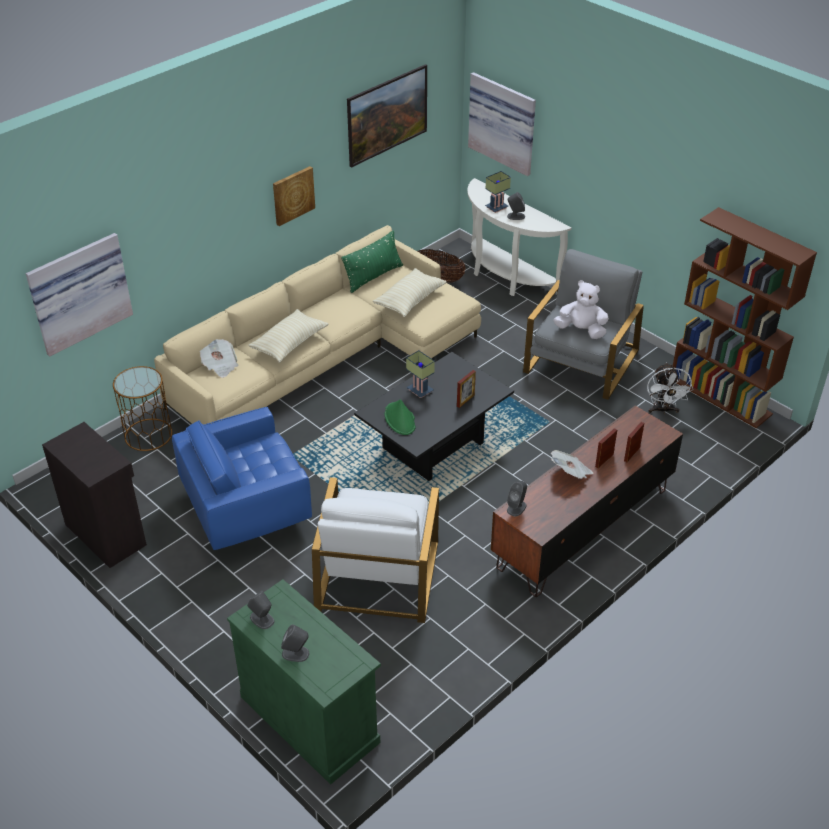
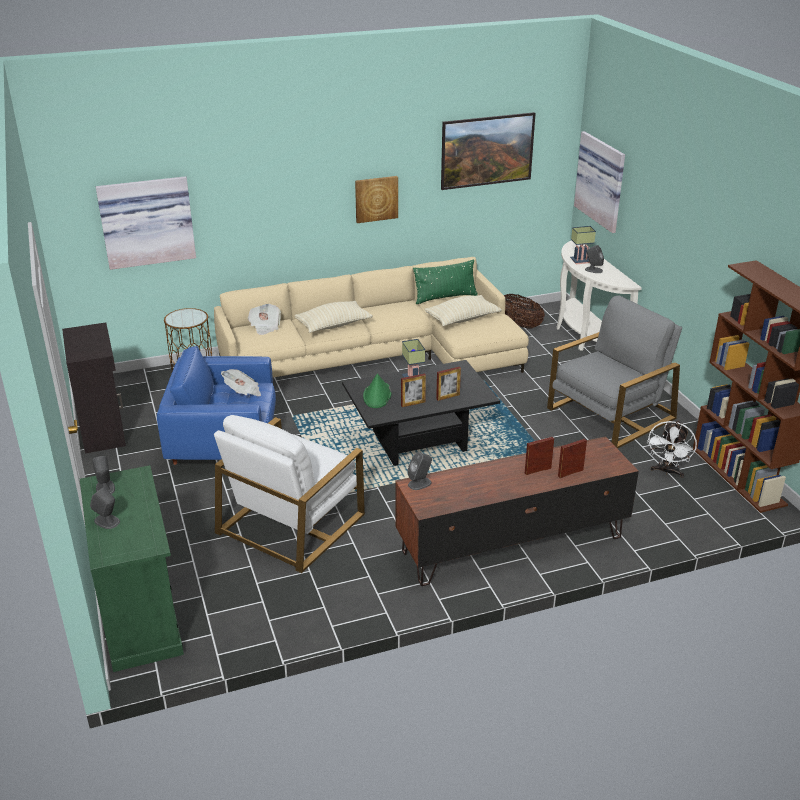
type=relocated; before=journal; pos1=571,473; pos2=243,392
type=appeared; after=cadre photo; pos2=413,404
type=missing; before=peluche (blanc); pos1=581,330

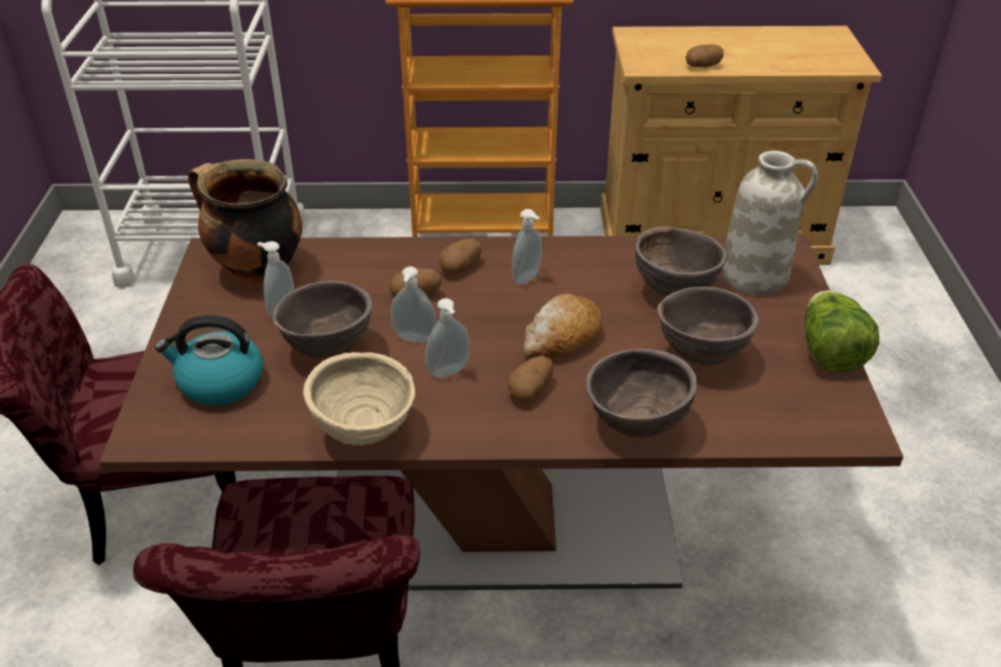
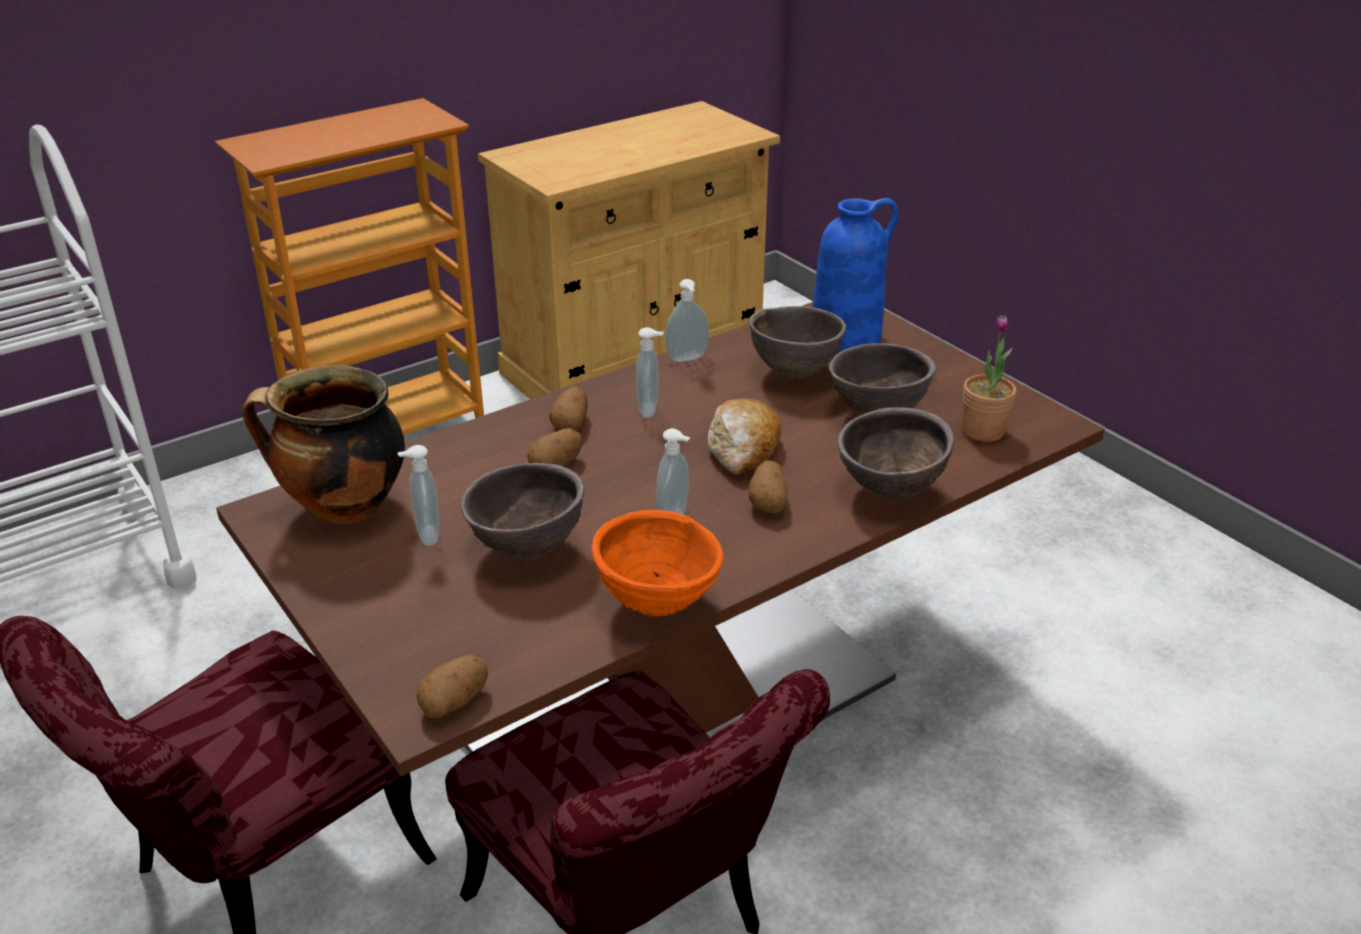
type=relocated; before=pomme de terre; pos1=703,66; pos2=455,701
type=colour; before=bol (beige); after=bol (orange); pos1=364,433; pos2=657,604
type=relocated; before=distributeur de savon; pos1=413,339; pos2=687,359
type=colour; before=vase (blanc); after=vase (bleu); pos1=755,276; pos2=846,336
type=appeared; after=plante en pot; pos2=983,431
type=missing; before=bouilloire; pos1=219,383
type=missing; before=laitue; pos1=829,353

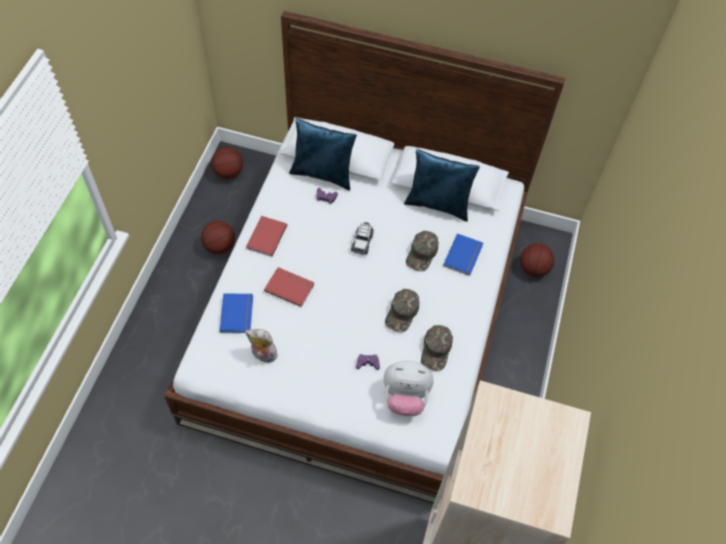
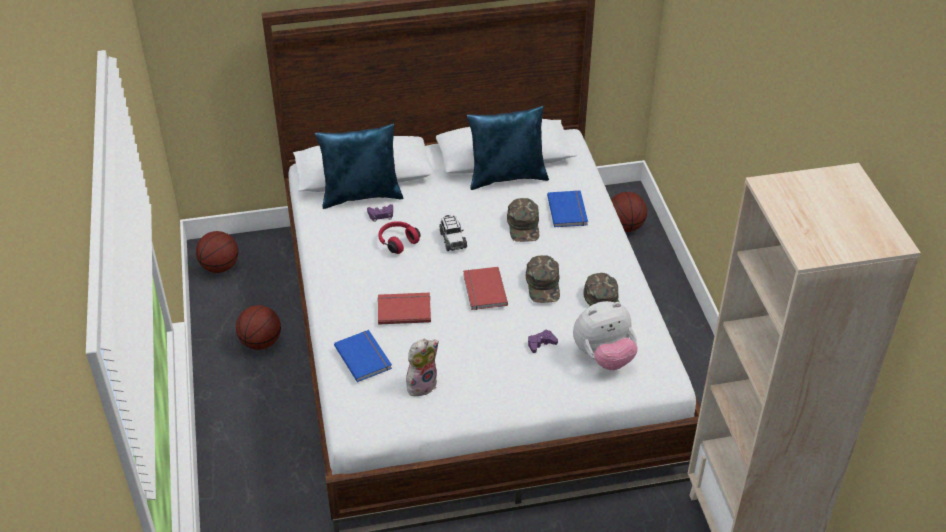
type=appeared; after=casque audio (rouge); pos2=397,242
type=spun; before=peluche; pos1=263,355; pos2=421,384; turn=150
type=relocated; before=livre (rouge); pos1=265,237; pos2=483,290

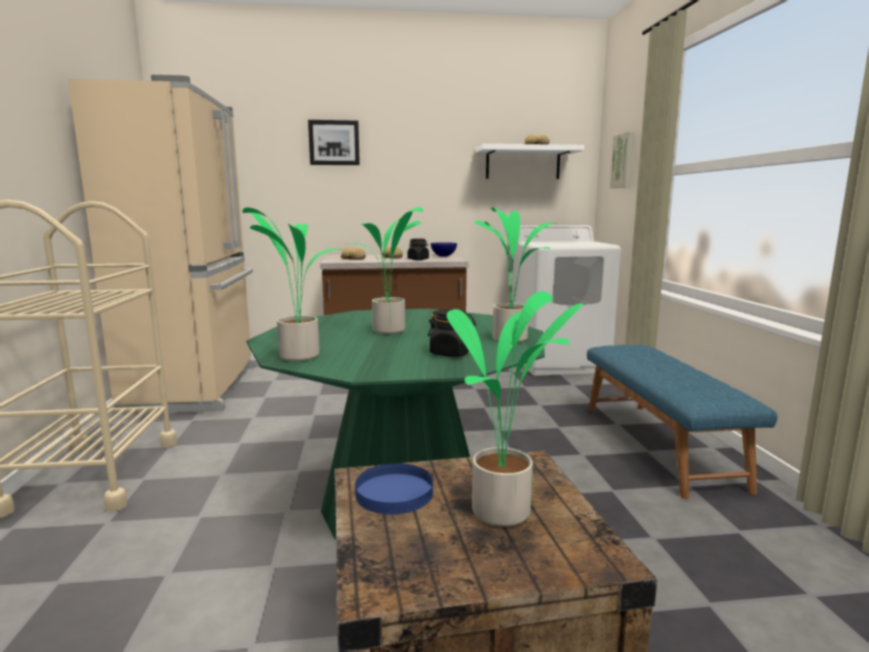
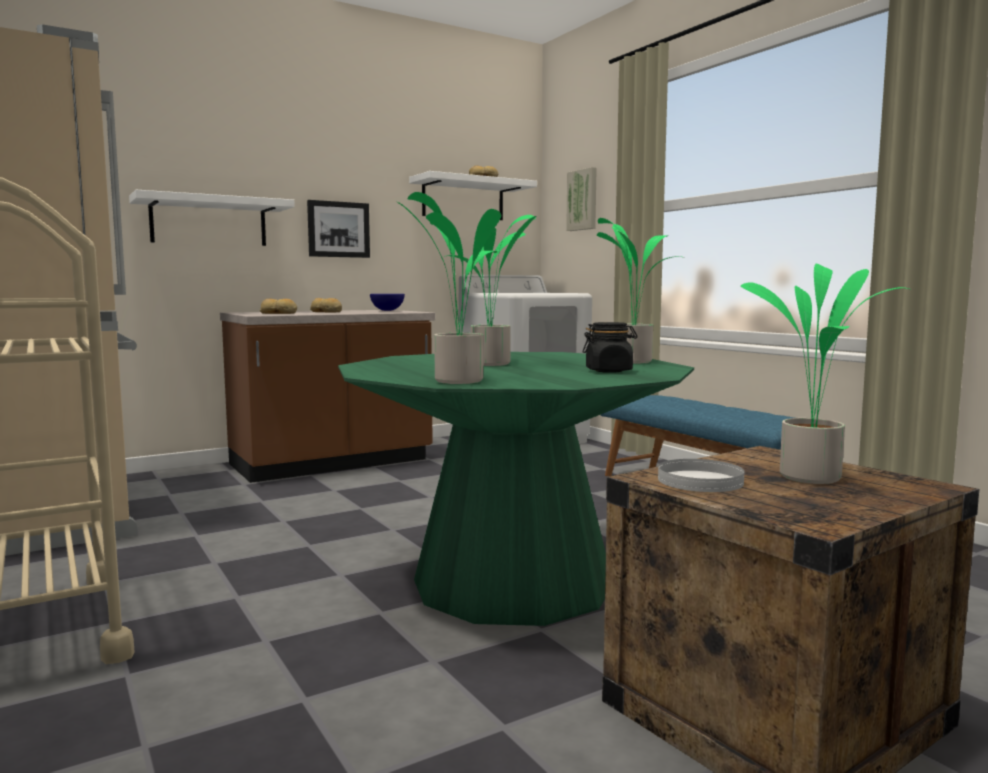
type=appeared; after=étagère (blanc); pos2=209,222
type=relocated; before=tableau; pos1=334,143; pos2=338,229
type=colour; before=assiette (bleu); after=assiette (blanc); pos1=394,493; pos2=700,481
type=missing; before=bocal (noir); pos1=418,259

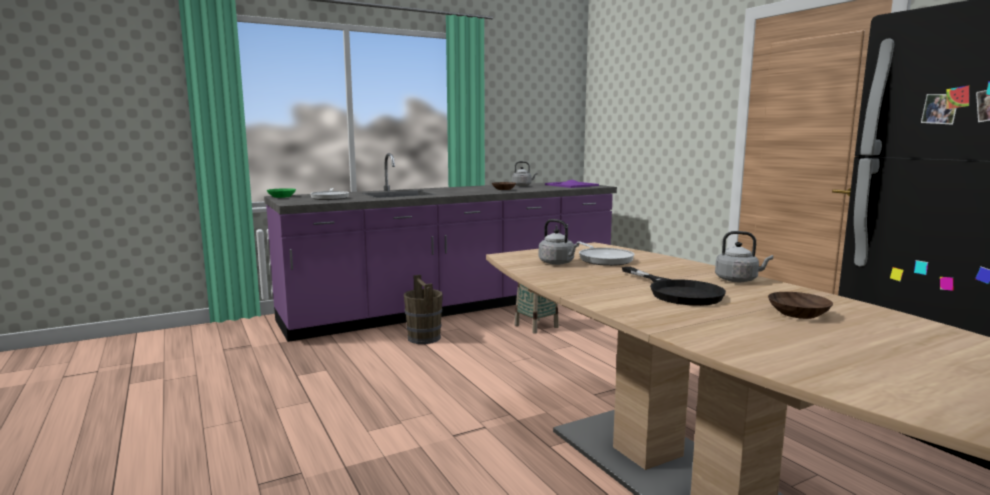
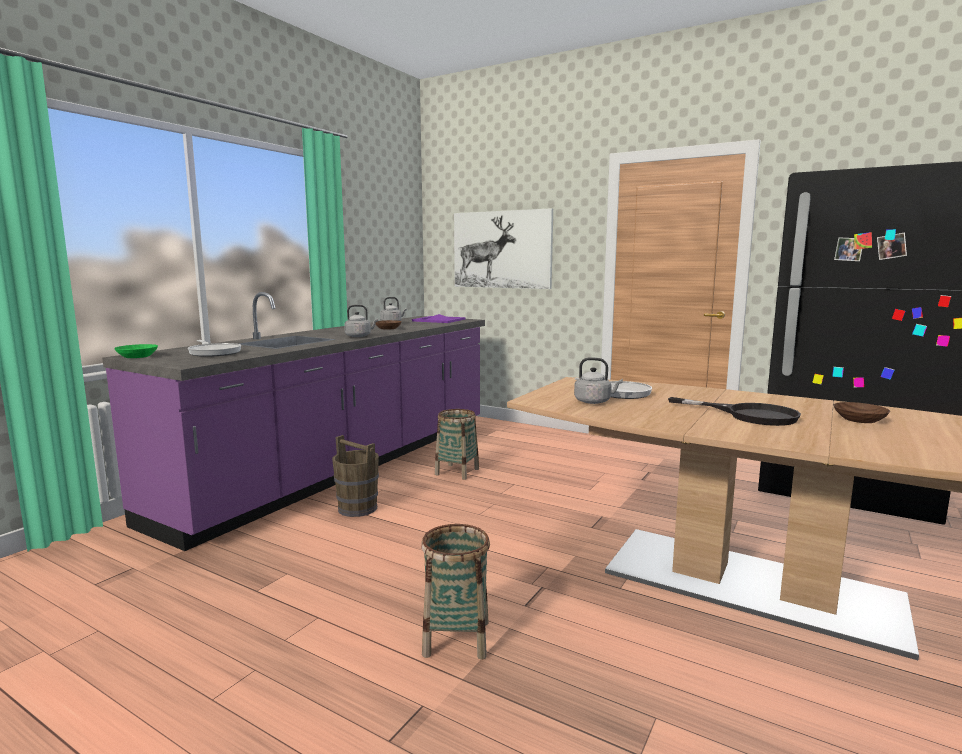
type=relocated; before=bouilloire (gris); pos1=738,280; pos2=359,336
type=appeared; after=panier; pos2=456,638
type=appeared; after=tableau; pos2=502,249

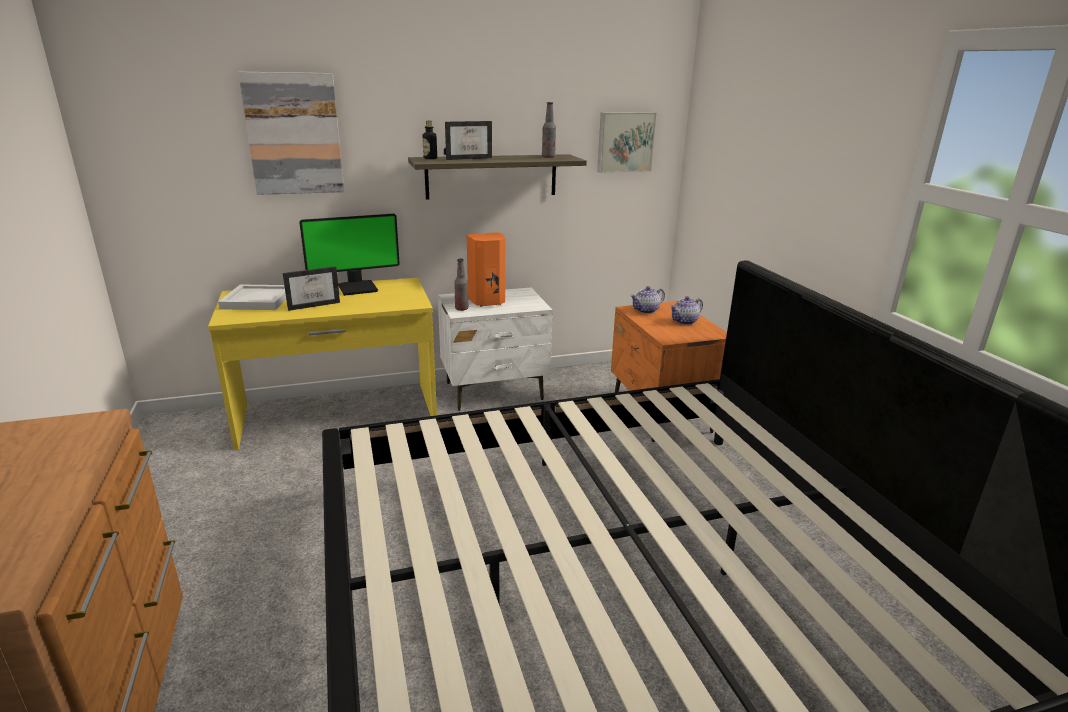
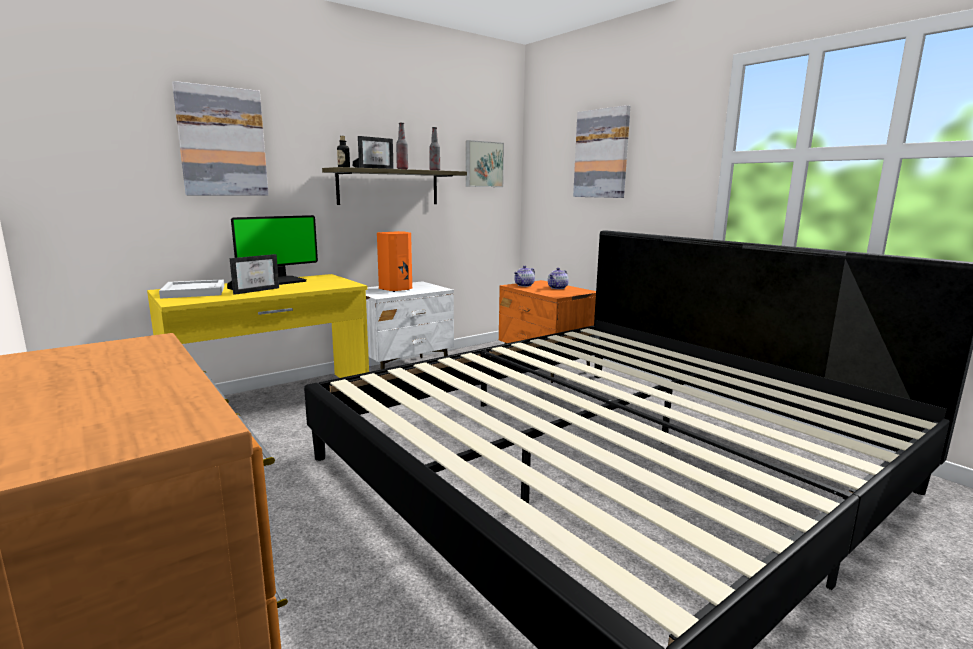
type=relocated; before=bouteille; pos1=461,309; pos2=402,169
type=appeared; after=tableau; pos2=601,154

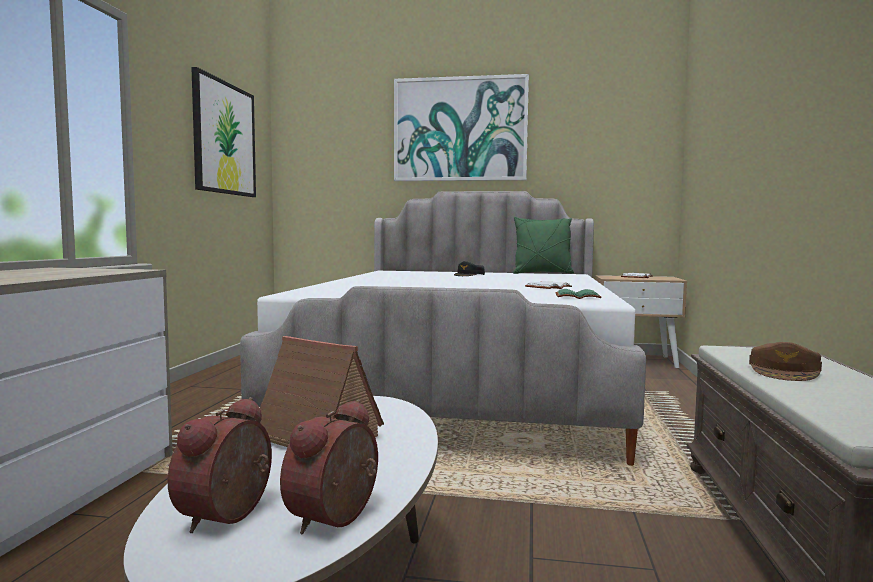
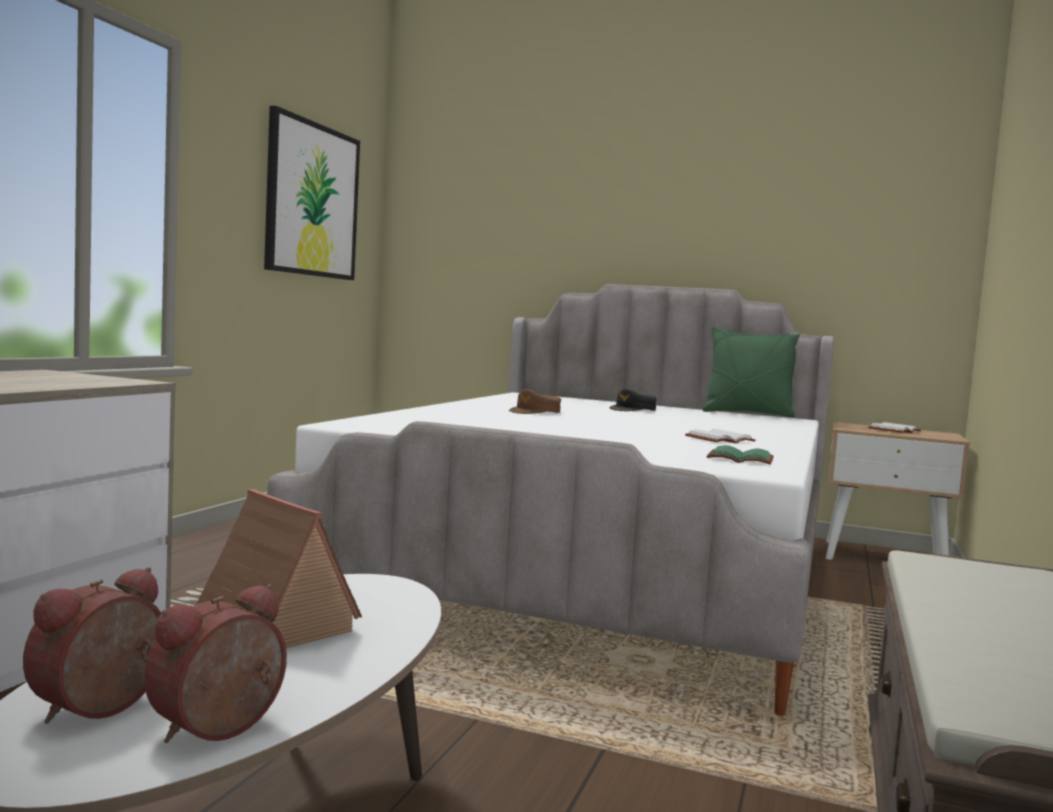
type=relocated; before=casquette (marron); pos1=785,371; pos2=535,412
type=missing; before=tableau; pos1=460,129

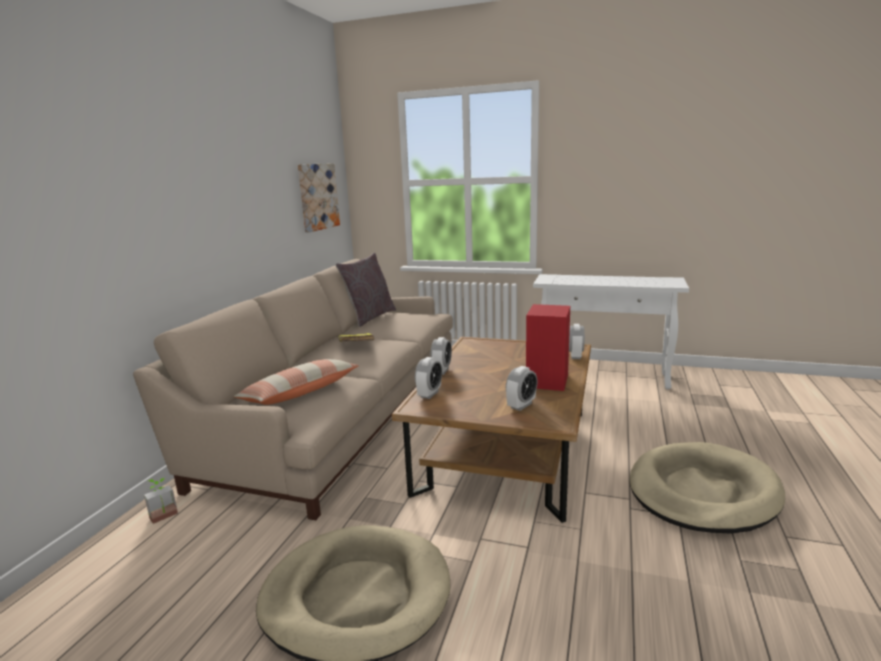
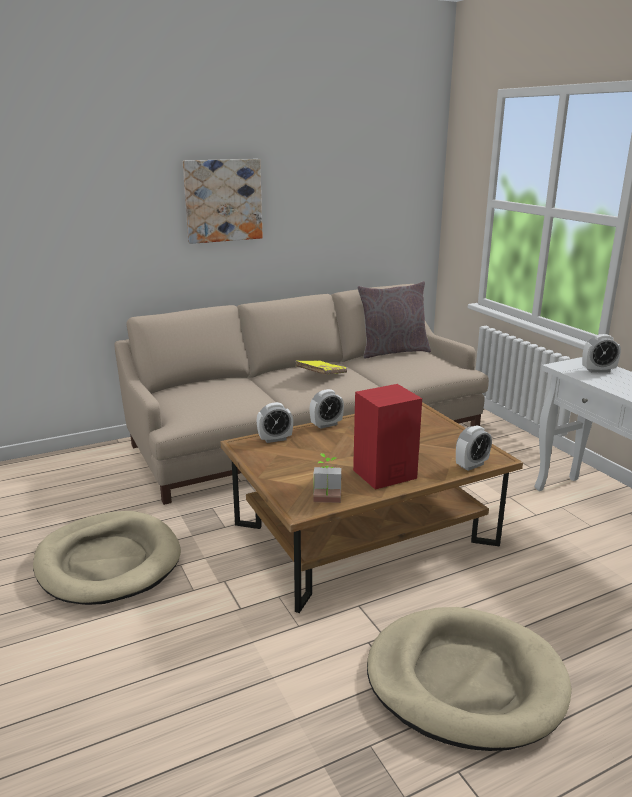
type=relocated; before=tableau; pos1=317,196; pos2=223,200
type=relocated; before=plante en pot; pos1=165,518; pos2=327,502
type=relocated; before=réveil; pos1=521,405; pos2=598,370
type=missing; before=coussin; pos1=300,393

